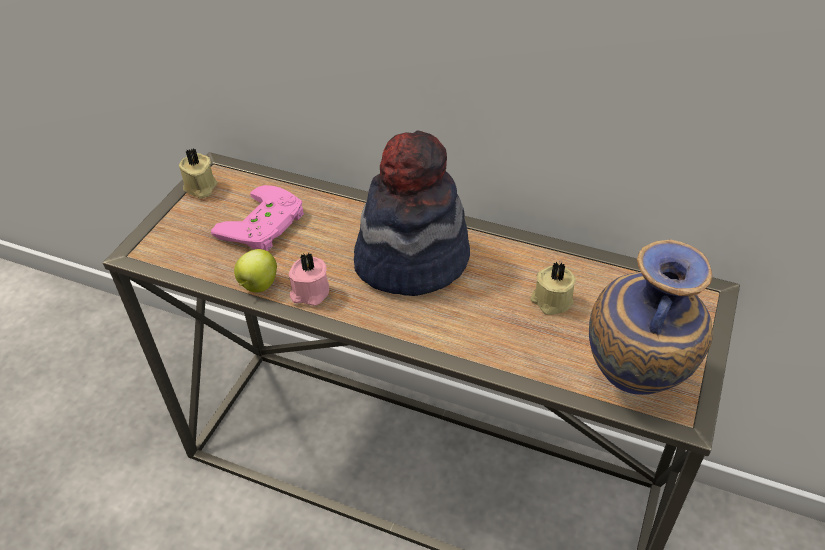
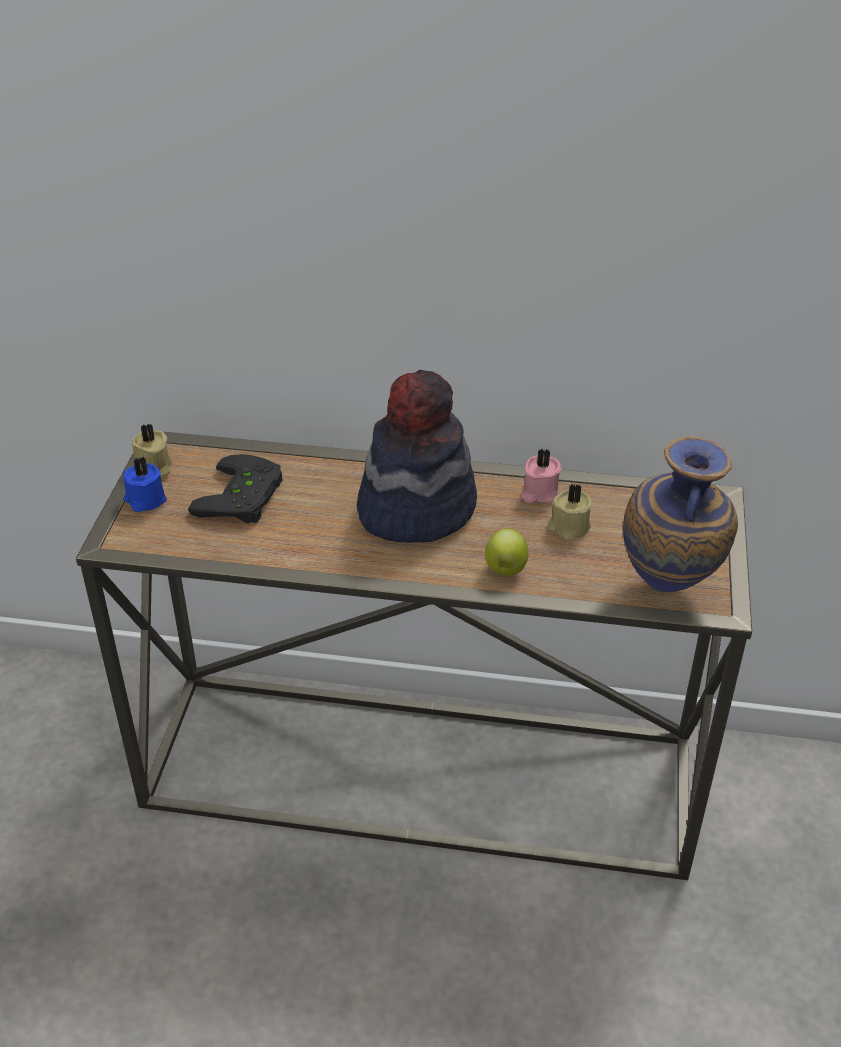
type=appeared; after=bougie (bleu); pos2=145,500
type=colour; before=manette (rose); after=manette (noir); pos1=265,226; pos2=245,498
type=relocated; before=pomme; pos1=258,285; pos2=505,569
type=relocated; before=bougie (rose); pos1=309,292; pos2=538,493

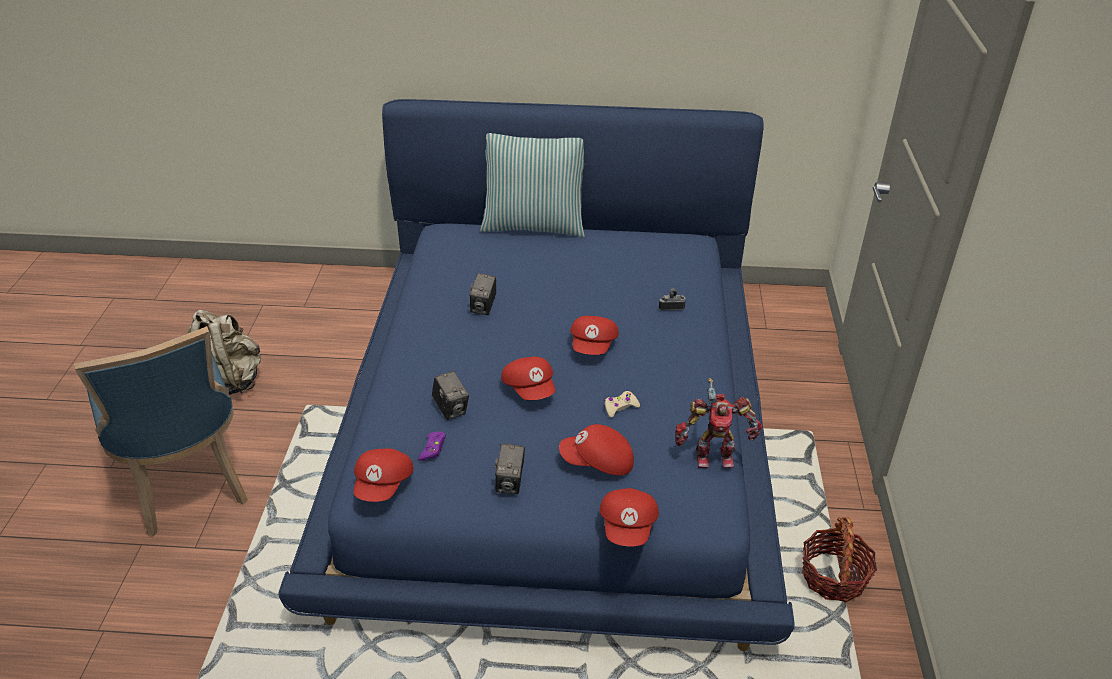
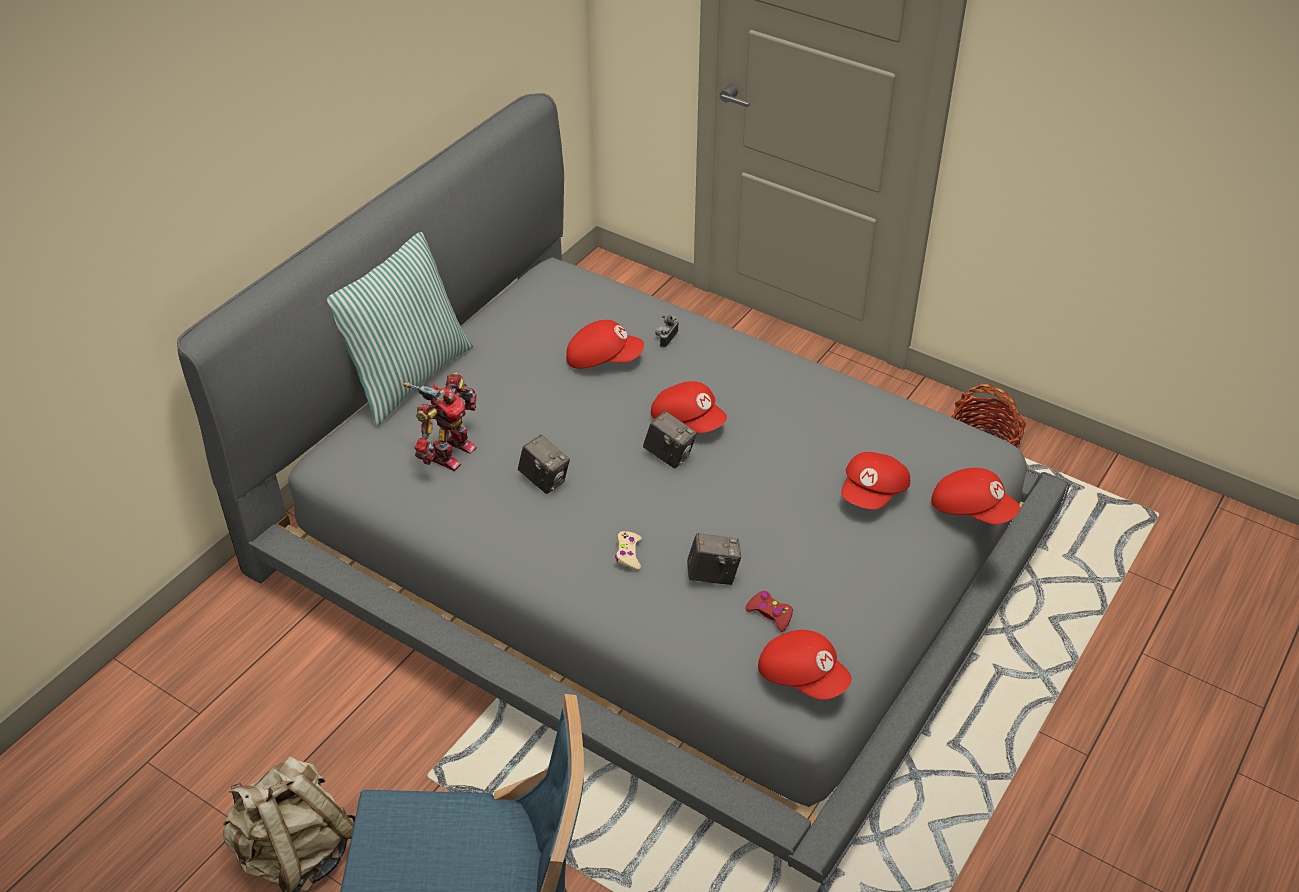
type=colour; before=lit (bleu); after=lit (gris); pos1=555,425; pos2=649,548
type=relocated; before=robot jouet; pos1=713,455; pos2=450,452
type=relocated; before=casquette (rouge); pos1=530,389; pos2=603,359
type=relocated; before=manette (beige); pos1=620,407; pos2=628,554
type=relocated; before=appareil photo; pos1=510,483; pos2=669,455
type=colour; before=manette (violet); after=manette (rouge); pos1=433,449; pos2=770,614

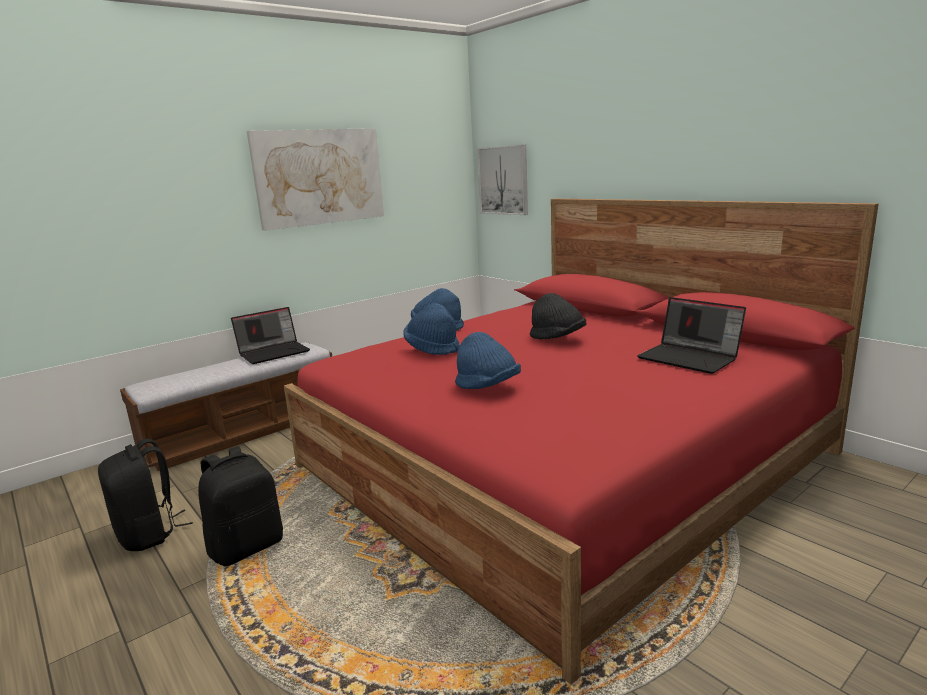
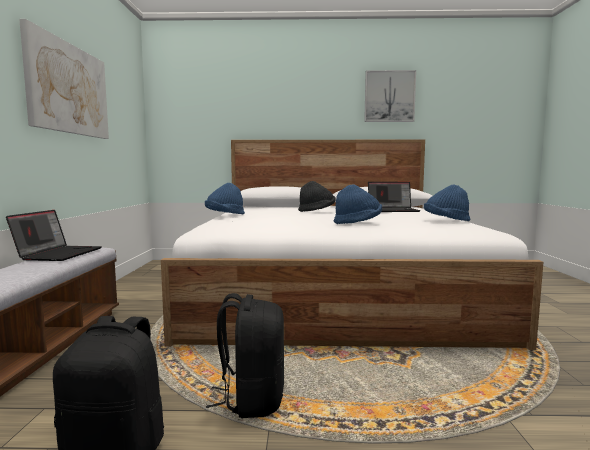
type=colour; before=lit (rouge); after=lit (blanc); pos1=562,459; pos2=333,290
type=relocated; before=tableau; pos1=503,180; pos2=389,96
type=relocated; before=chapeau (bleu); pos1=432,348; pos2=446,221

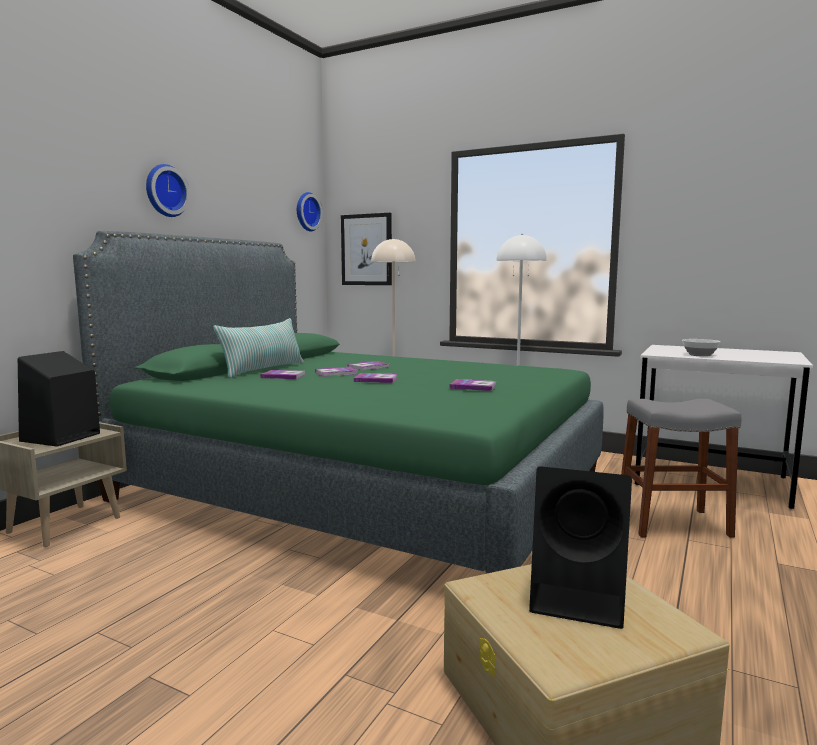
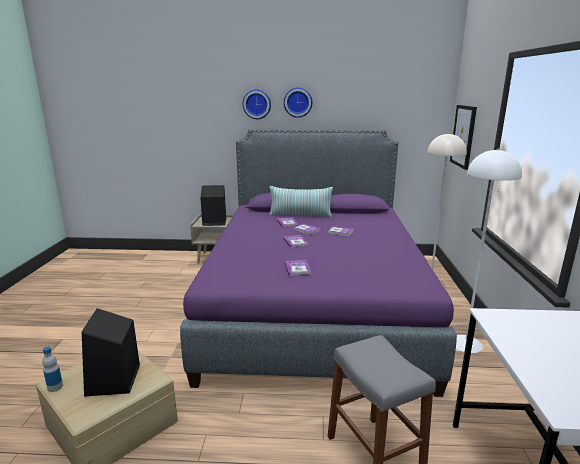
type=appeared; after=bouteille; pos2=55,387
type=colour; before=lit (vert); after=lit (violet); pos1=358,488; pos2=313,304
type=relocated; before=horloge murale; pos1=306,212; pos2=257,104
type=missing; before=bol; pos1=699,355

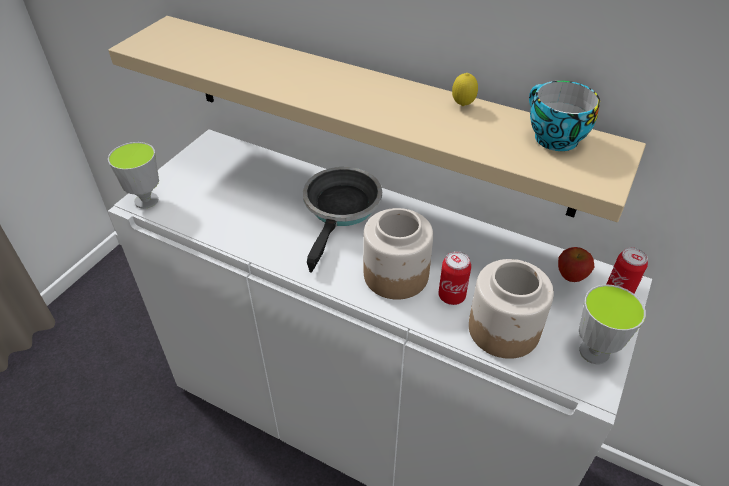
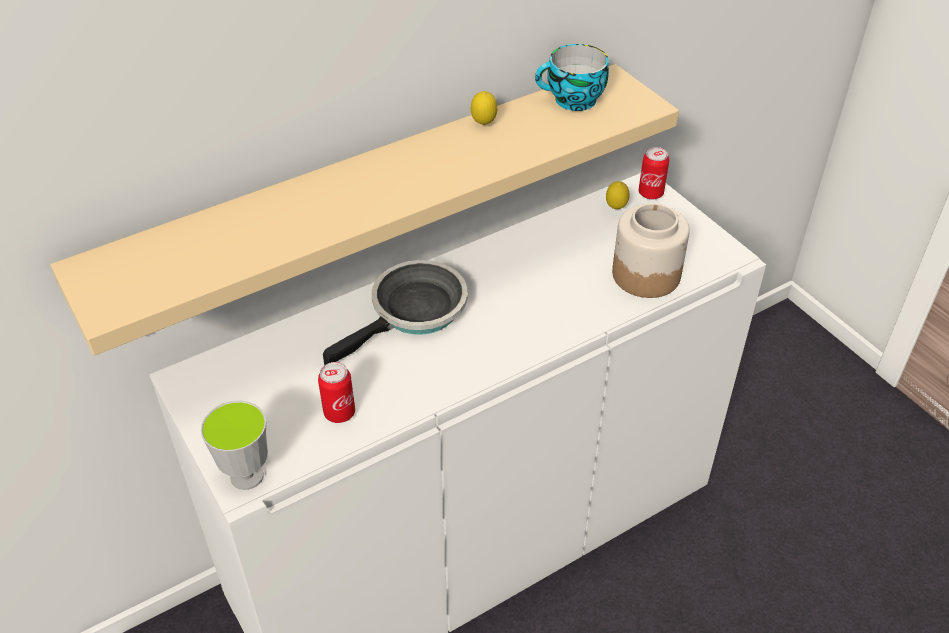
type=relocated; before=boîte métallique; pos1=451,296; pos2=339,413
type=spun; before=poêle; pos1=341,210; pos2=413,313; turn=90
type=exchanged; before=pomme; after=citron; pos1=571,276; pos2=615,208
type=missing; before=bocal; pos1=395,275
type=missing; before=tasse; pos1=594,352

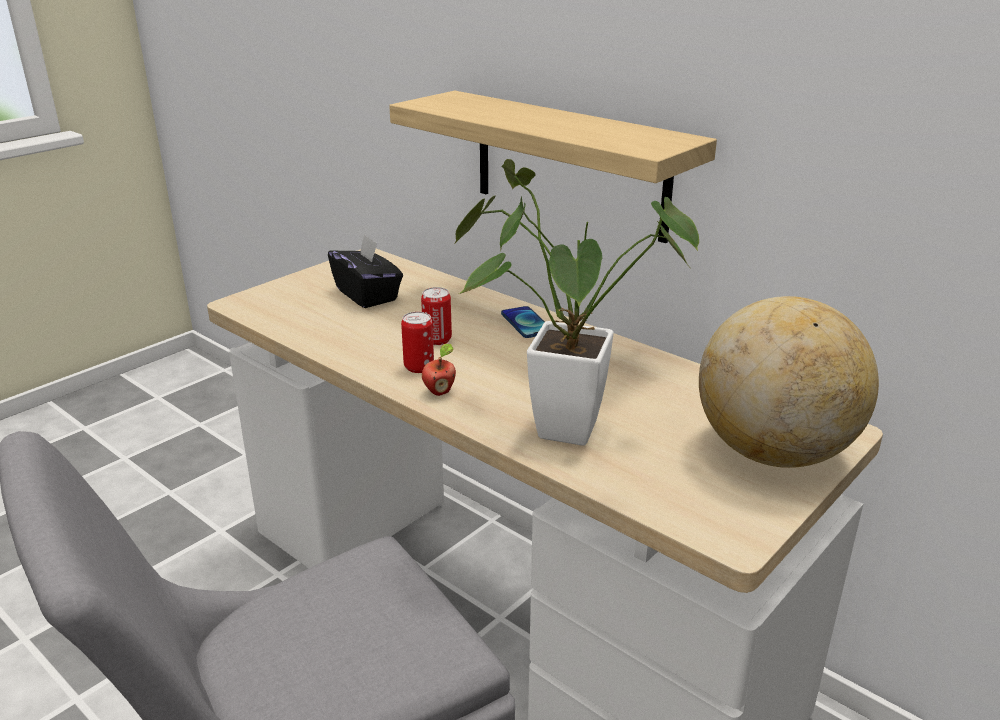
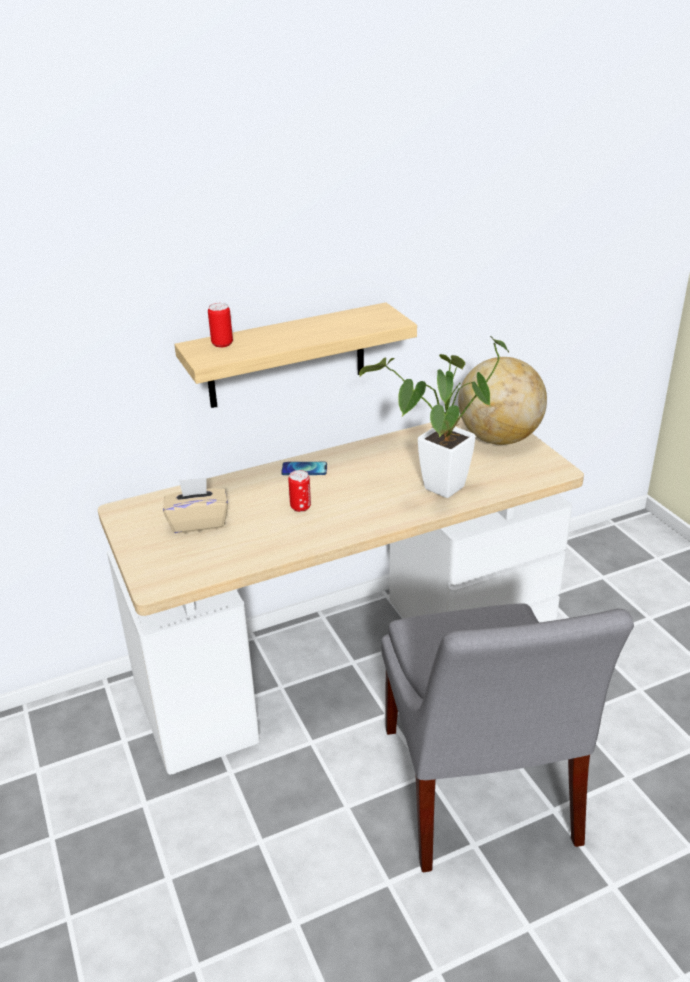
type=colour; before=boîte à mouchoirs (noir); after=boîte à mouchoirs (beige); pos1=367,295; pos2=198,522
type=relocated; before=boîte métallique; pos1=419,367; pos2=222,344
type=missing; before=pomme; pos1=439,391

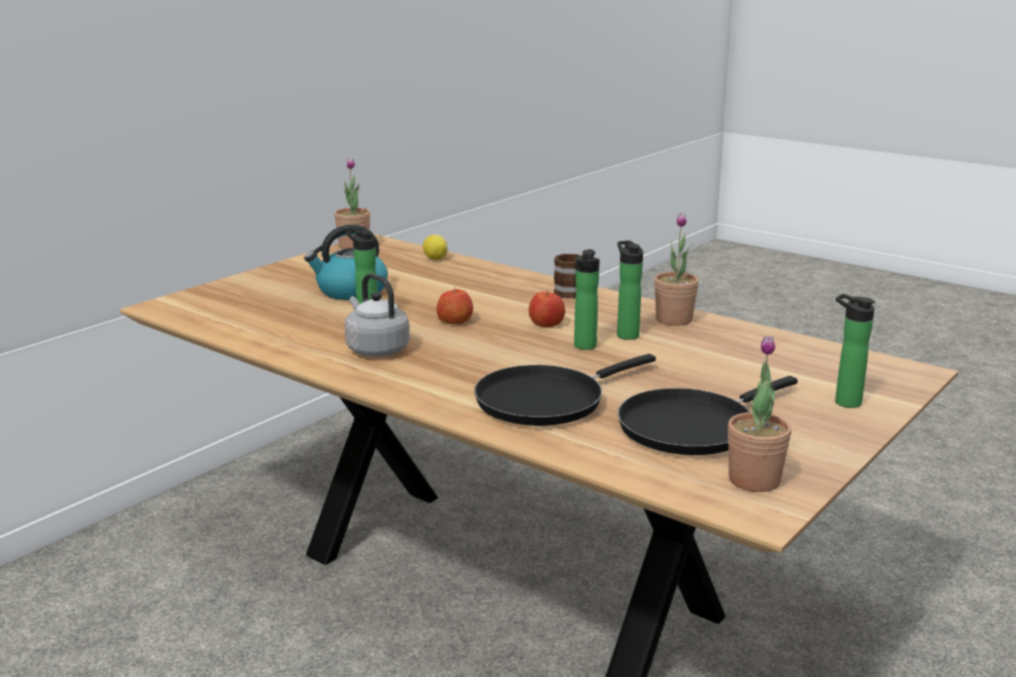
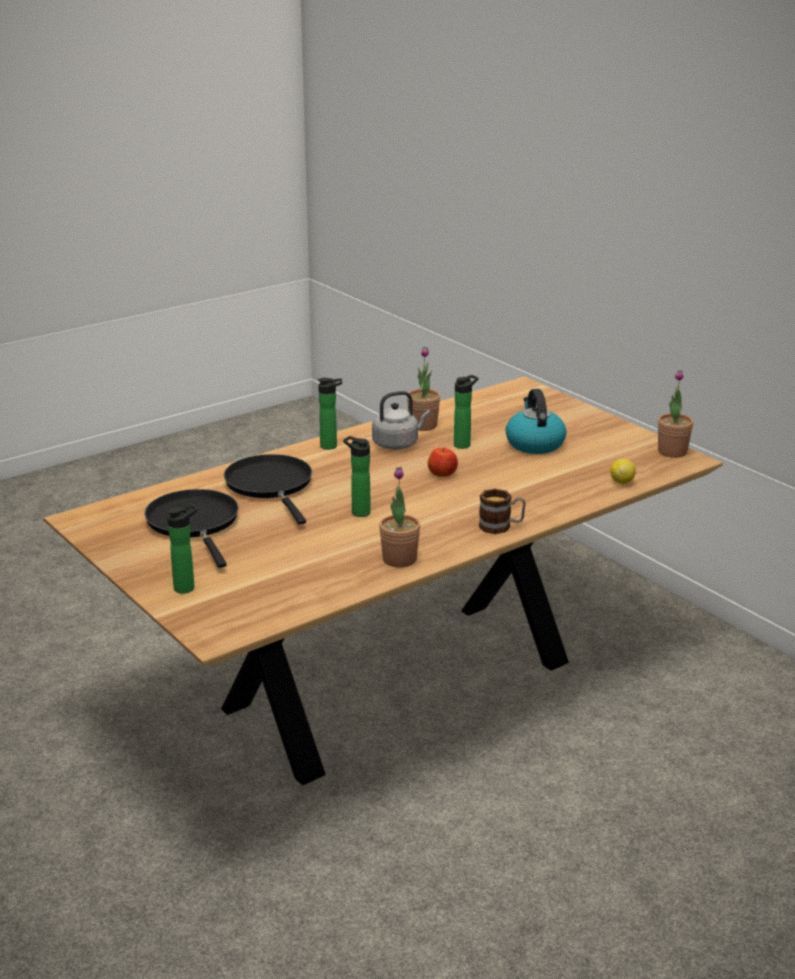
type=relocated; before=bouteille; pos1=626,334; pos2=331,446
type=relocated; before=plante en pot; pos1=754,480; pos2=423,425
type=missing; before=pomme; pos1=547,324

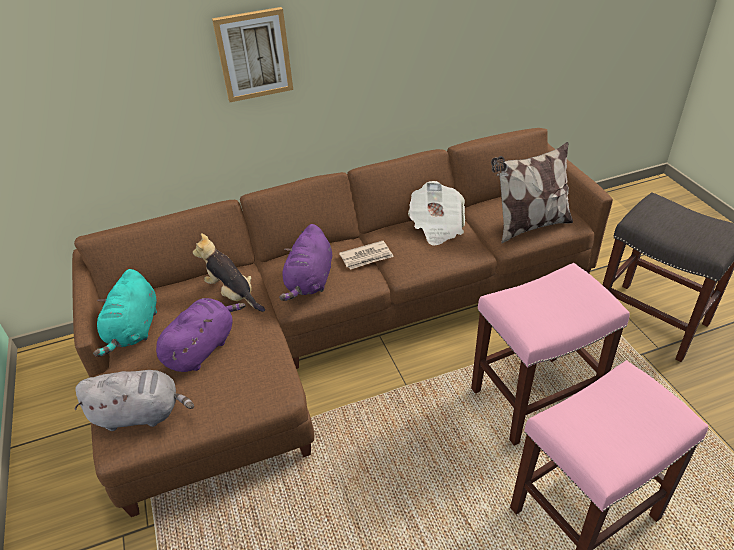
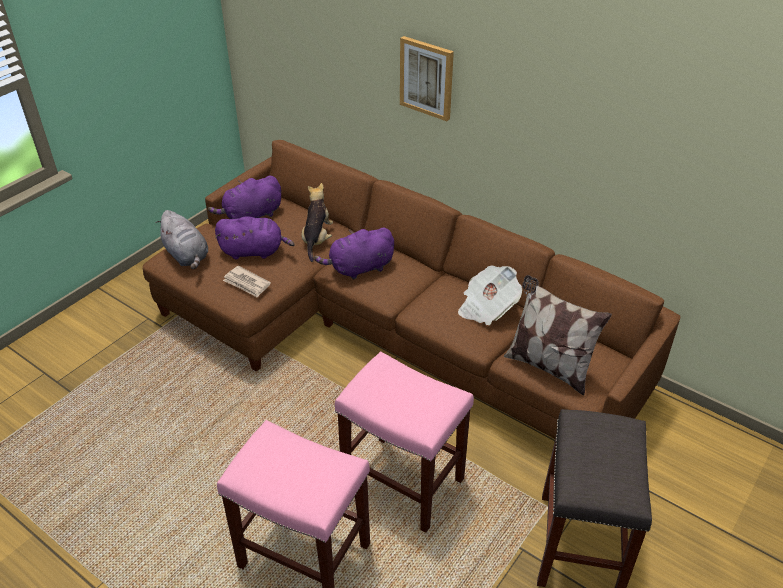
type=colour; before=peluche (turquoise); after=peluche (violet); pos1=134,330; pos2=251,216
type=relocated; before=journal; pos1=367,257; pos2=247,283

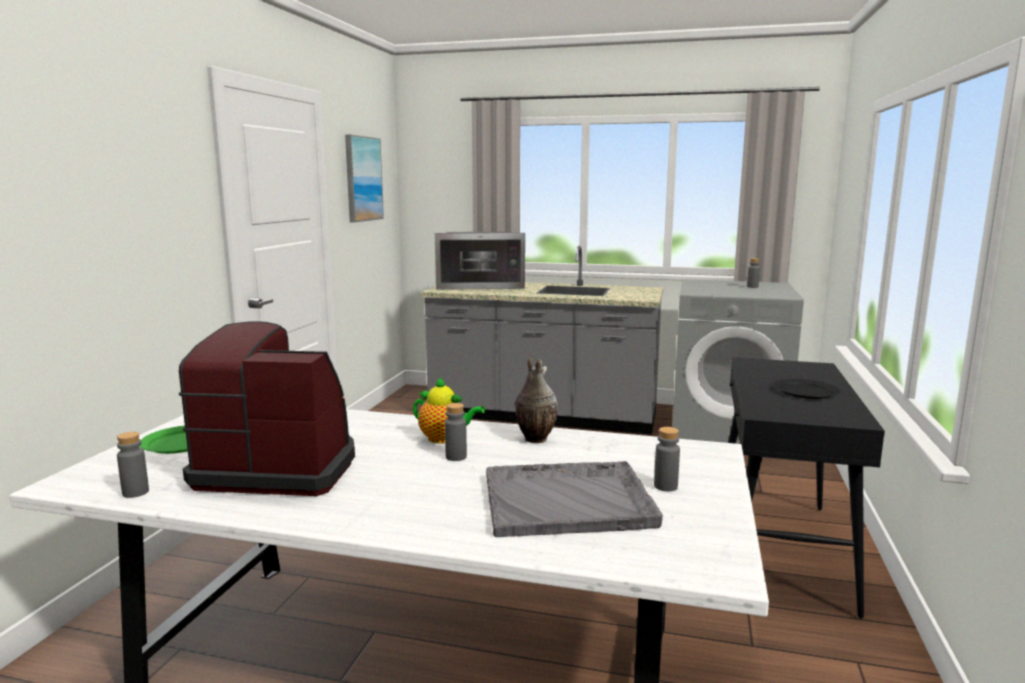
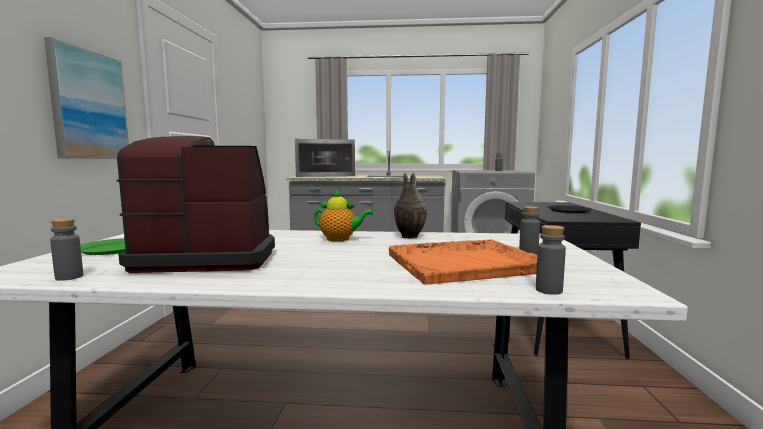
type=relocated; before=tableau; pos1=363,179; pos2=89,105
type=colour; before=plateau (gris); after=plateau (orange); pos1=569,501; pos2=465,263
type=relocated; before=bouteille (gris); pos1=456,457; pos2=549,290

